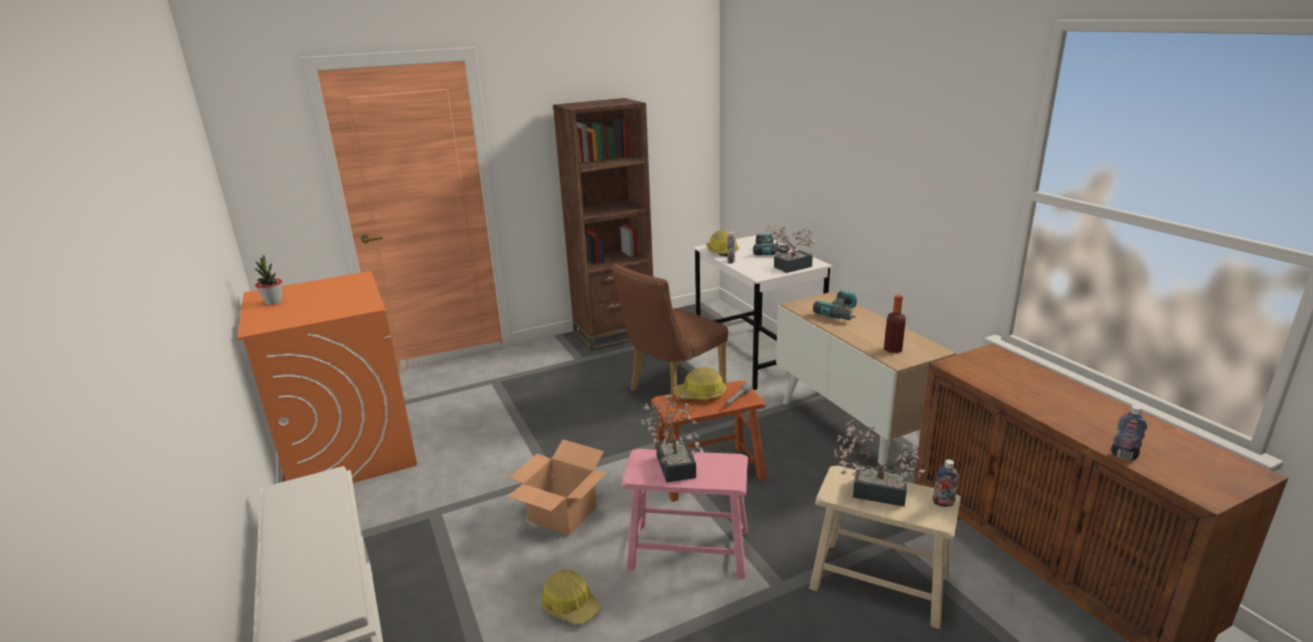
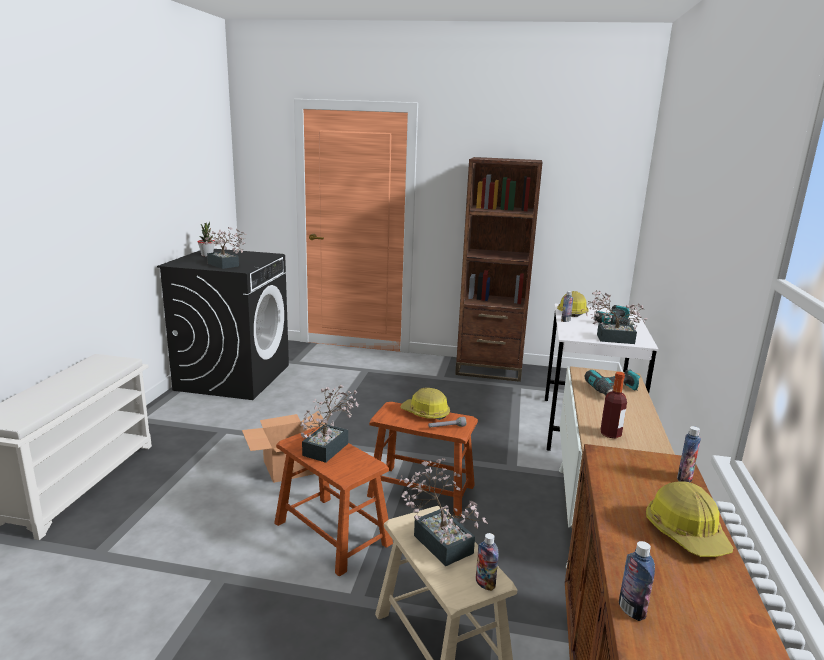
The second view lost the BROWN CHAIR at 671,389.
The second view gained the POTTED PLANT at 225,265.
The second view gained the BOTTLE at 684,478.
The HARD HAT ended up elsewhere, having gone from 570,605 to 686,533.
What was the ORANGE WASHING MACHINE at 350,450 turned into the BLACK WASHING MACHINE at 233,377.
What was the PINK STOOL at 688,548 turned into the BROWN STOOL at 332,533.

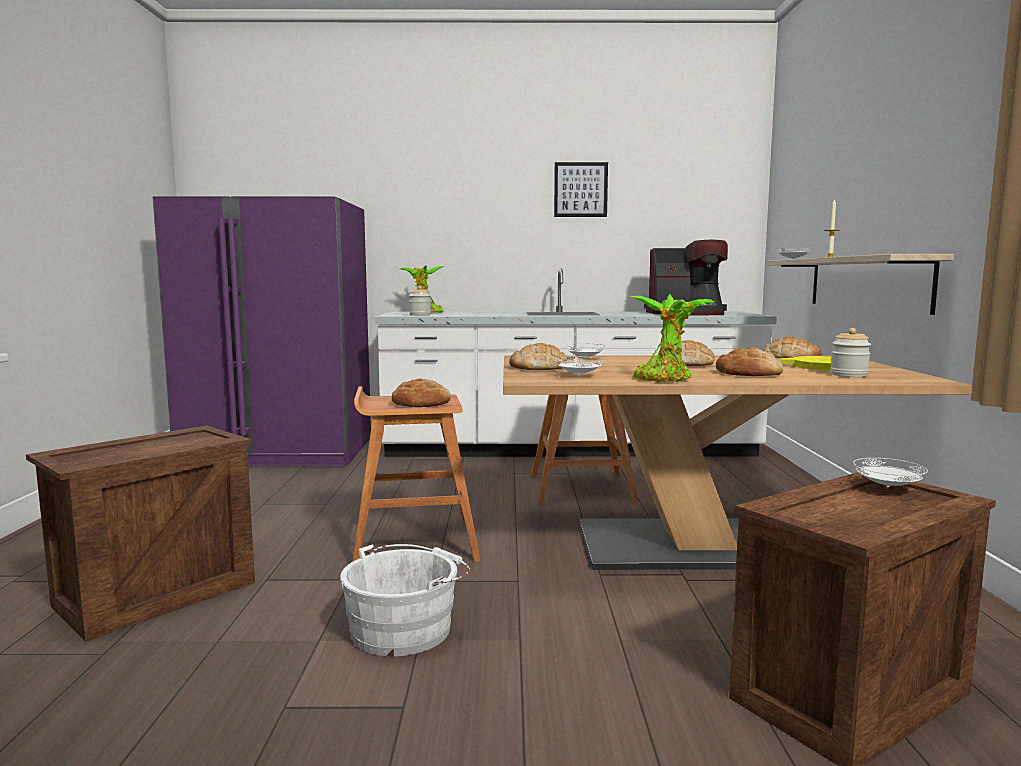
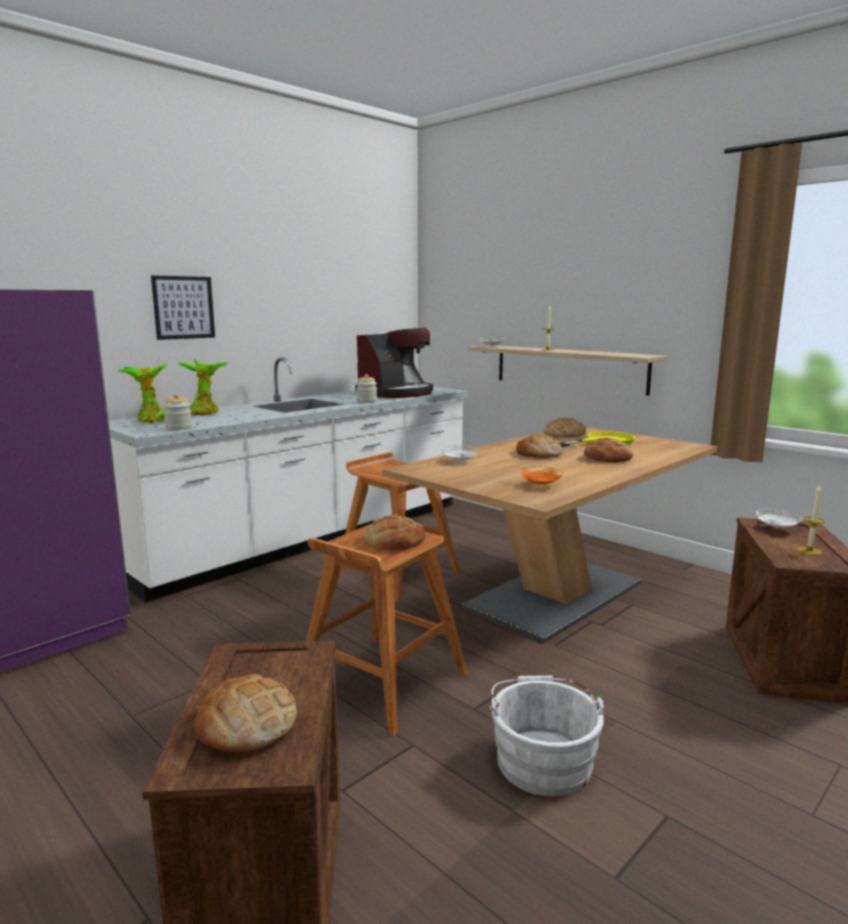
The second view gained the CANDLE at 809,551.
The BREAD ended up elsewhere, having gone from 538,367 to 246,723.
The PICTURE ended up elsewhere, having gone from 580,189 to 183,307.
The POTTED PLANT ended up elsewhere, having gone from 665,379 to 203,413.
The JAR ended up elsewhere, having gone from 849,375 to 366,401.
What was the WHITE PLATE at 578,375 turned into the ORANGE PLATE at 540,485.

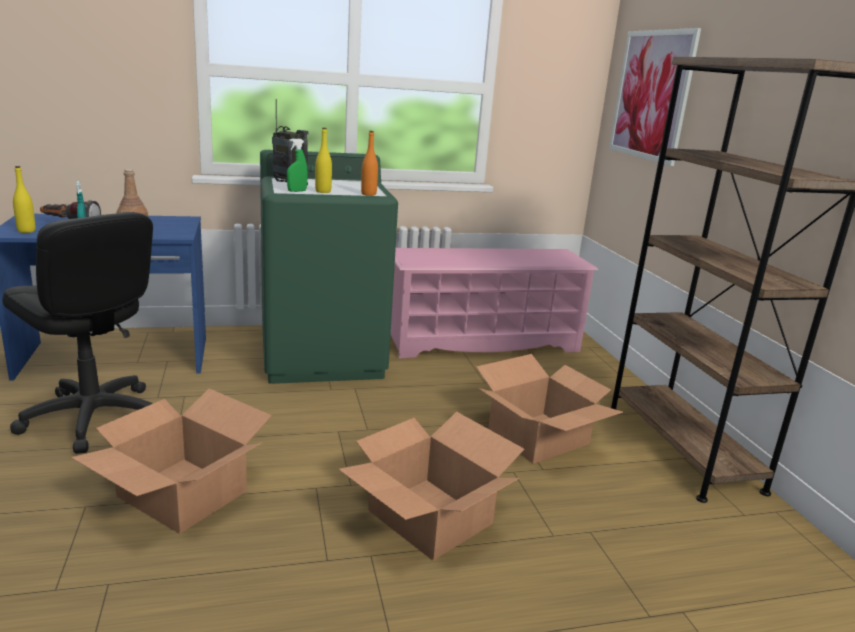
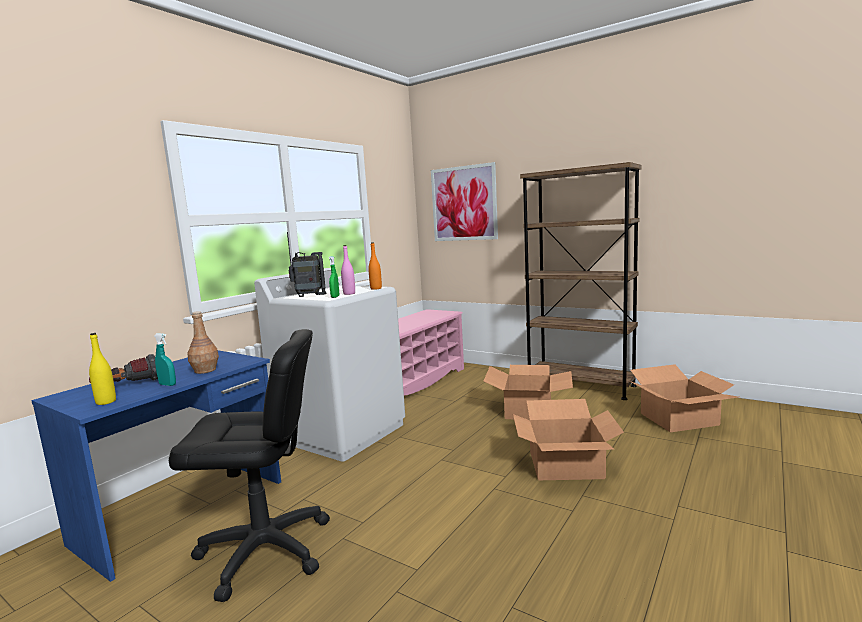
The CARDBOARD BOX ended up elsewhere, having gone from 181,494 to 679,419.
What was the GREEN WASHING MACHINE at 323,356 turned into the WHITE WASHING MACHINE at 342,432.
What was the YELLOW BOTTLE at 323,191 turned into the PINK BOTTLE at 349,293.

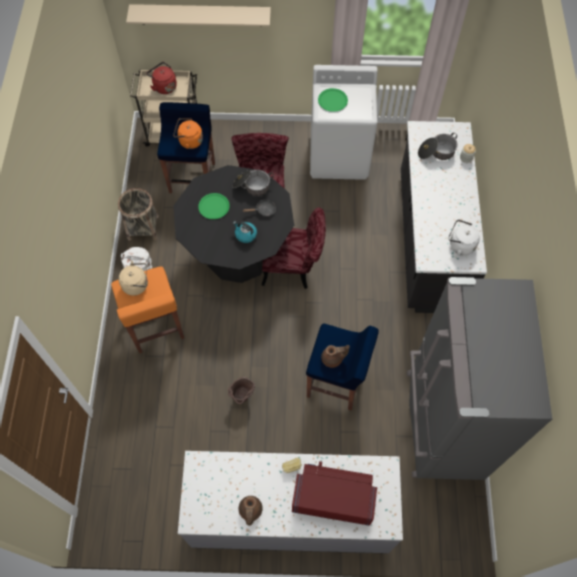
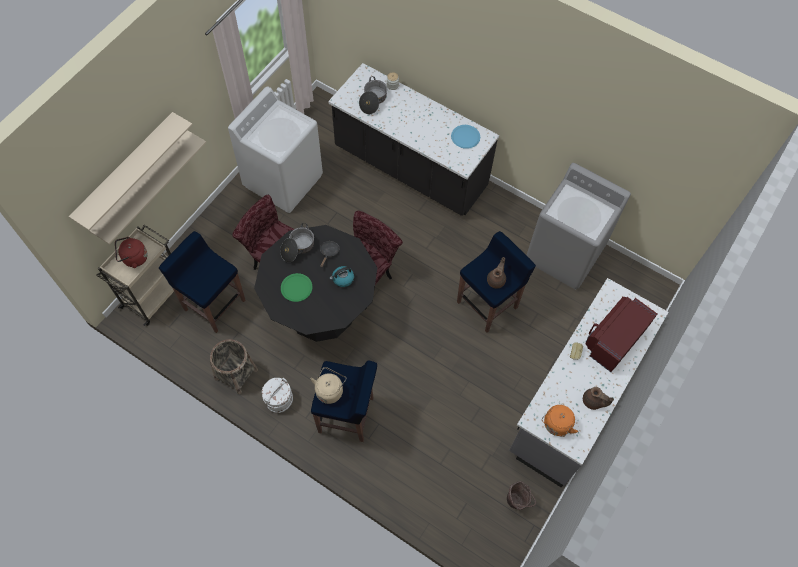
The second view lost the GREEN PLATE at 332,100.
The second view gained the BEIGE SHELF at 143,185.
The ORANGE KETTLE ended up elsewhere, having gone from 189,141 to 556,425.
The BROWN BUCKET ended up elsewhere, having gone from 242,398 to 517,501.
Where the GREY FRIDGE stood at 441,424, the GREY WASHING MACHINE came to stand at 565,254.
Where the WHITE KETTLE stood at 460,245, the BLUE PLATE came to stand at 465,137.
What was the ORANGE STOOL at 156,327 turned into the BLUE STOOL at 347,415.

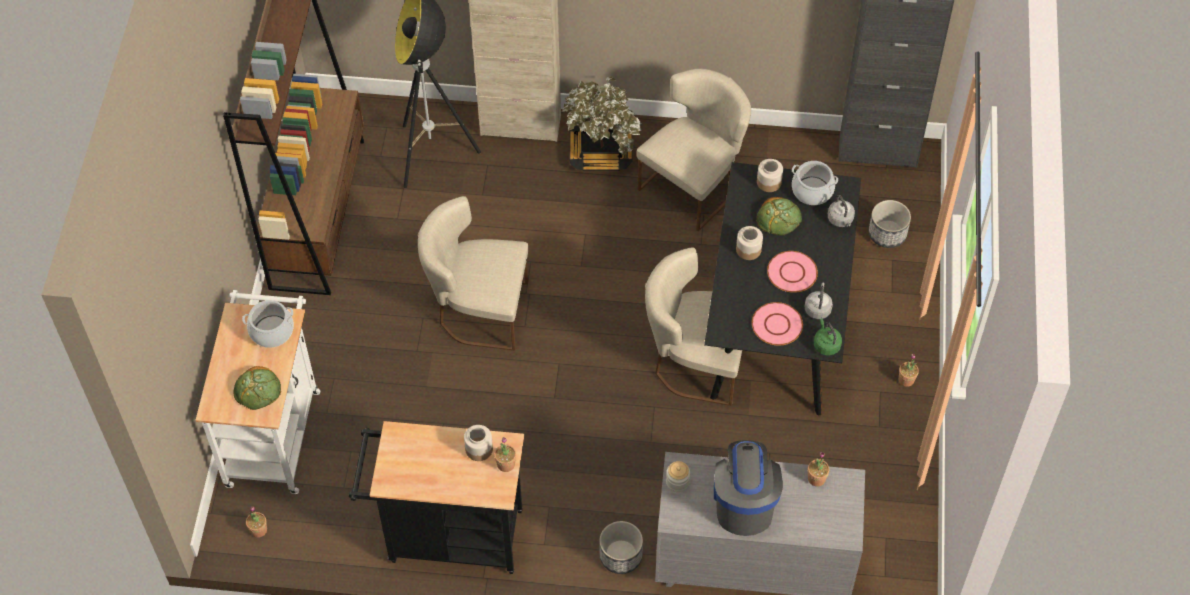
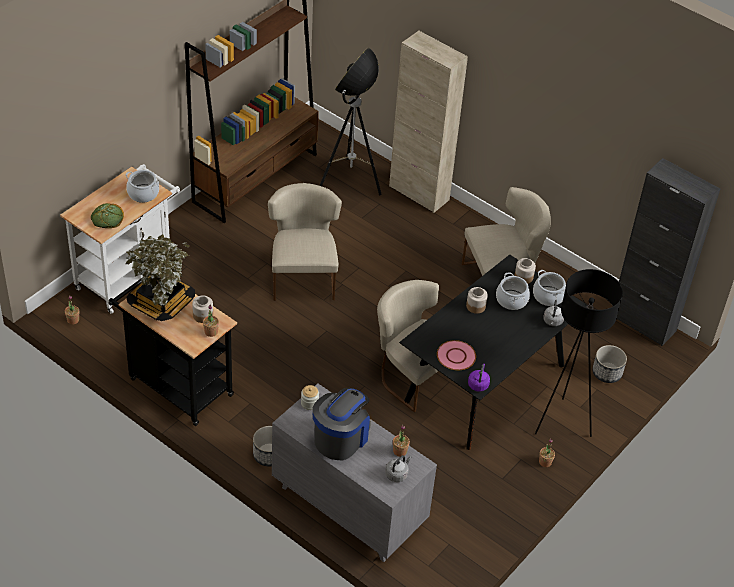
The second view lost the PINK PLATE at 791,272.
The second view gained the BLACK FLOOR LAMP at 562,423.
The POTTED PLANT ended up elsewhere, having gone from 601,151 to 161,302.
The GREY KETTLE ended up elsewhere, having gone from 817,308 to 397,474.
Where the BREAD stood at 779,219, the COOKING POT came to stand at 511,300.
What was the GREEN KETTLE at 826,344 turned into the PURPLE KETTLE at 478,384.
The BEIGE CHAIR at 478,311 ended up facing another way, 45 degrees clockwise from before.

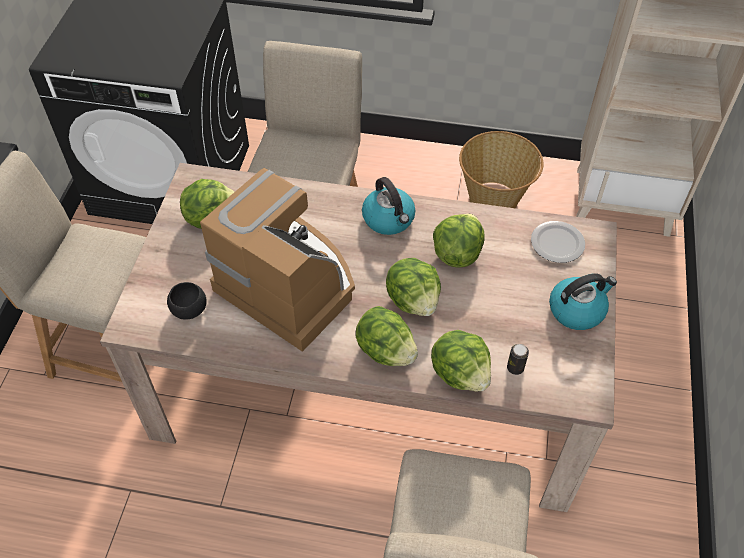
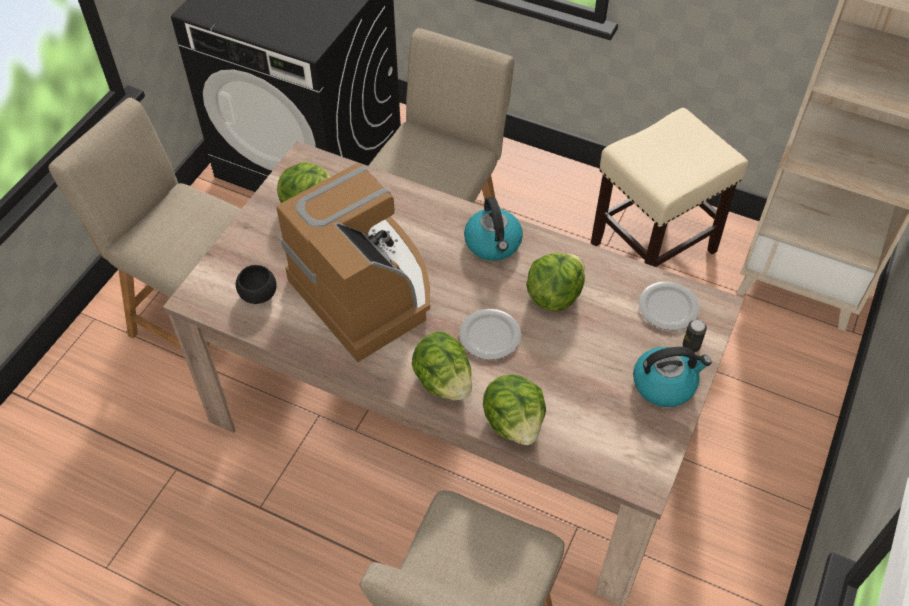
The CAN ended up elsewhere, having gone from 515,368 to 691,346.
Where the LETTUCE stood at 413,300, the PLATE came to stand at 490,335.
Where the BASKET stood at 494,200, the BEIGE STOOL came to stand at 652,248.

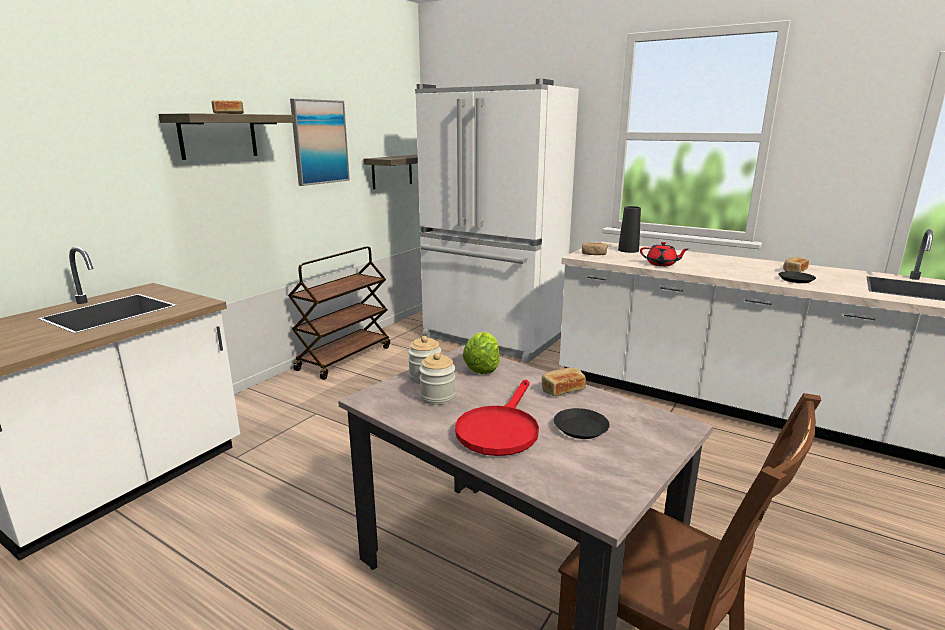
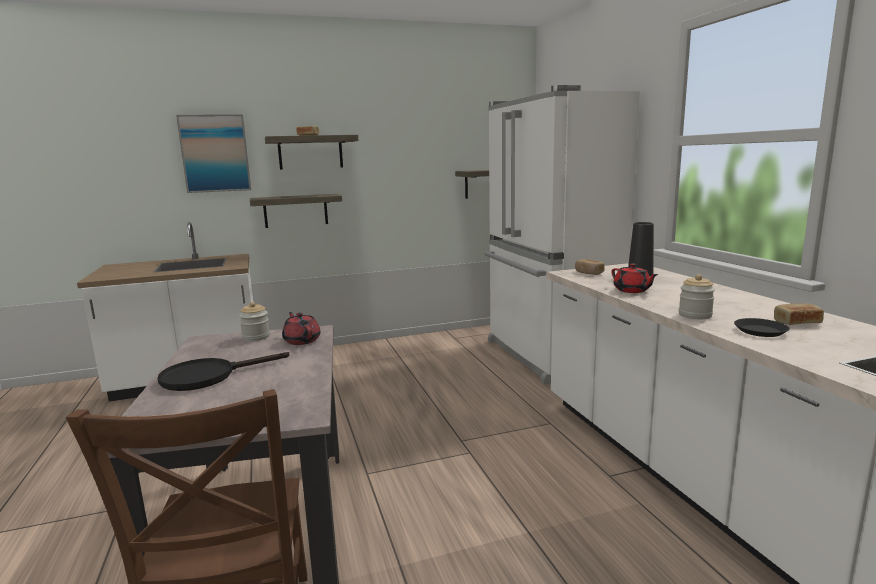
The second view lost the BROWN CART at 344,358.
The second view lost the BREAD at 562,390.
The second view lost the BLACK PLATE at 581,428.
The second view gained the SHELF at 295,210.
The PICTURE ended up elsewhere, having gone from 320,142 to 215,153.
The JAR ended up elsewhere, having gone from 437,397 to 695,315.
Where the LETTUCE stood at 482,367, the RED TEAPOT came to stand at 302,340.
What was the RED FRYING PAN at 500,429 turned into the BLACK FRYING PAN at 208,376.

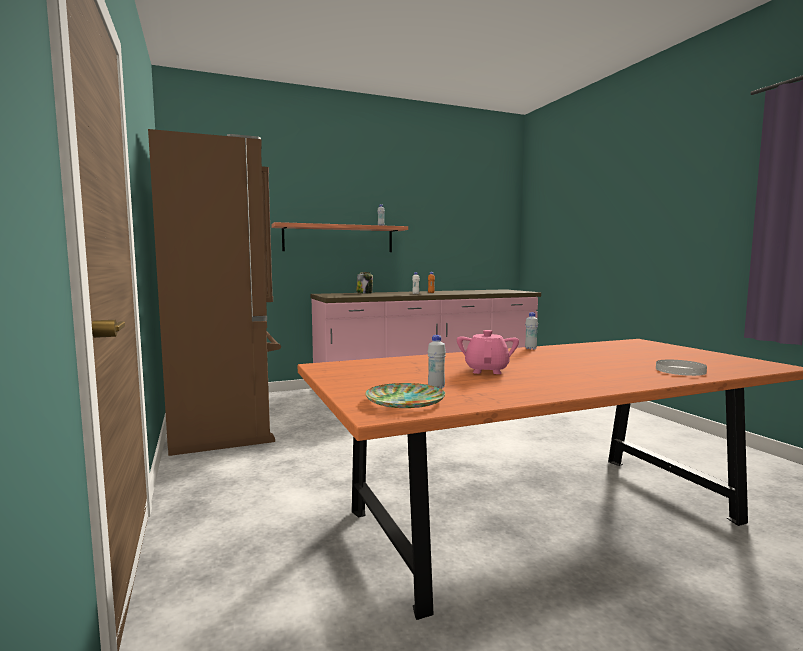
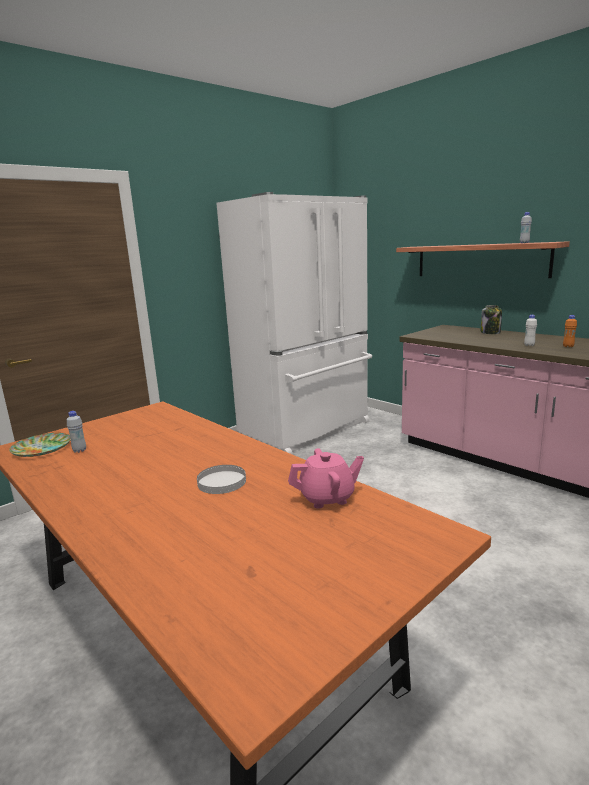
The second view lost the WHITE BOTTLE at 530,349.
The PINK TEAPOT ended up elsewhere, having gone from 487,370 to 327,498.
The WHITE PLATE ended up elsewhere, having gone from 680,370 to 222,481.
What was the BROWN FRIDGE at 224,425 turned into the WHITE FRIDGE at 307,430.

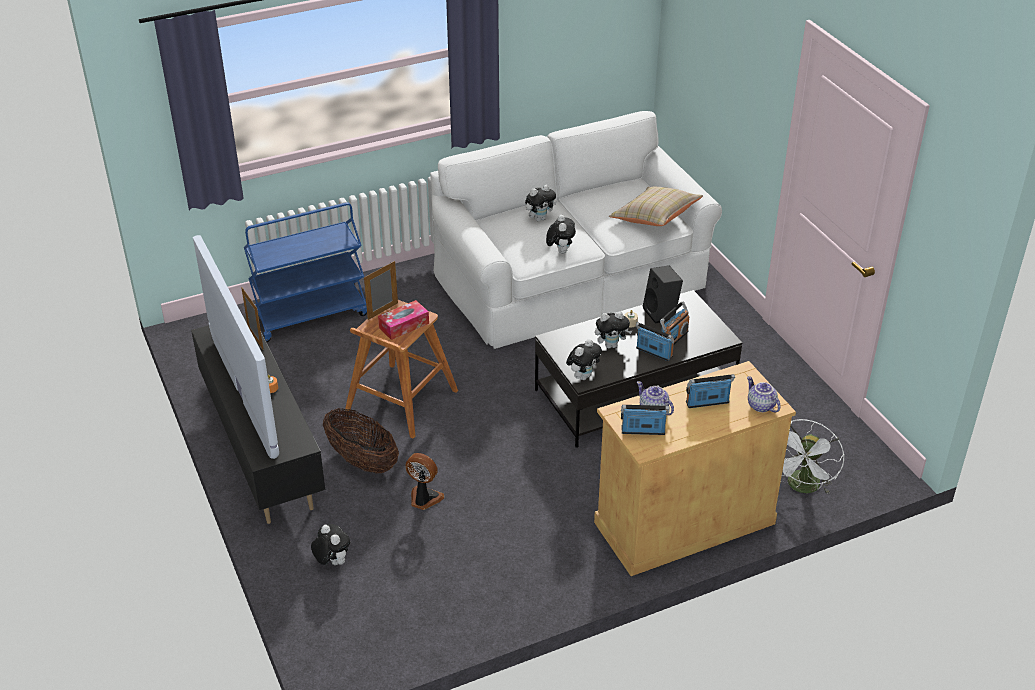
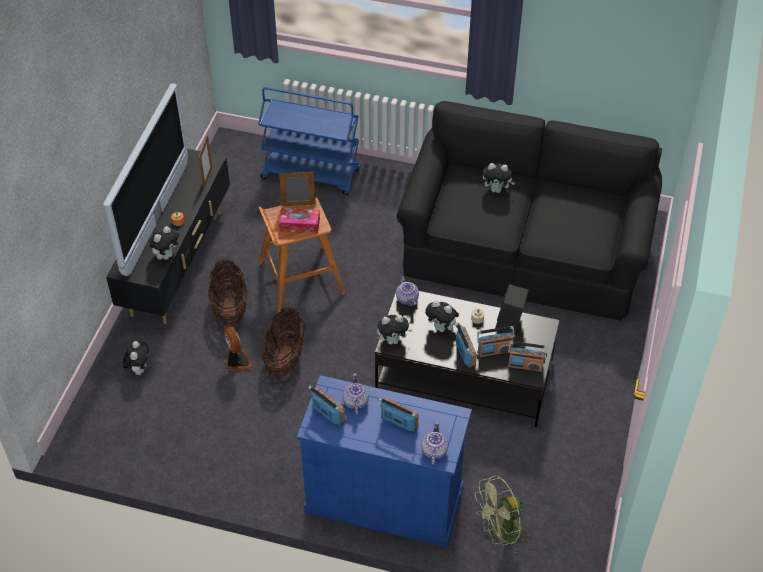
The second view lost the BEIGE PILLOW at 655,218.
The second view gained the BASKET at 285,357.
The second view gained the TEAPOT at 408,299.
The second view gained the RADIO at 525,366.
The PLUSH TOY ended up elsewhere, having gone from 560,251 to 166,255.
What was the WHITE SOFA at 572,279 turned into the BLACK SOFA at 525,251.
What was the BEIGE CABINET at 684,522 turned into the BLUE CABINET at 384,499.
What was the WHITE FAN at 802,488 turned into the GREEN FAN at 501,534.

